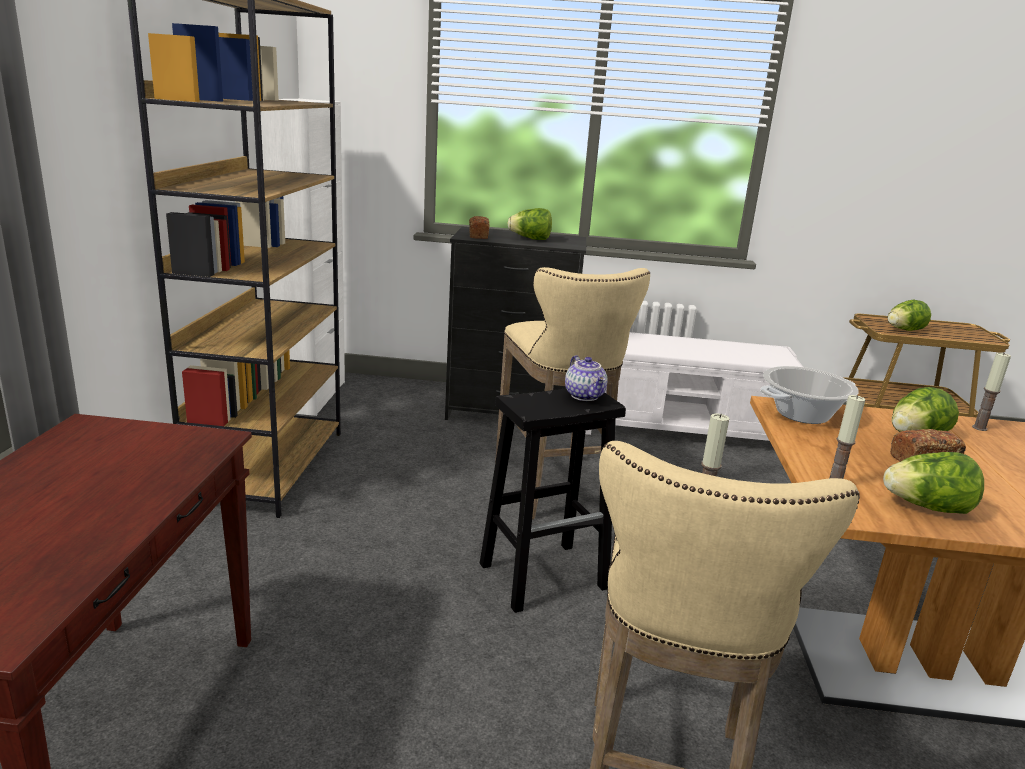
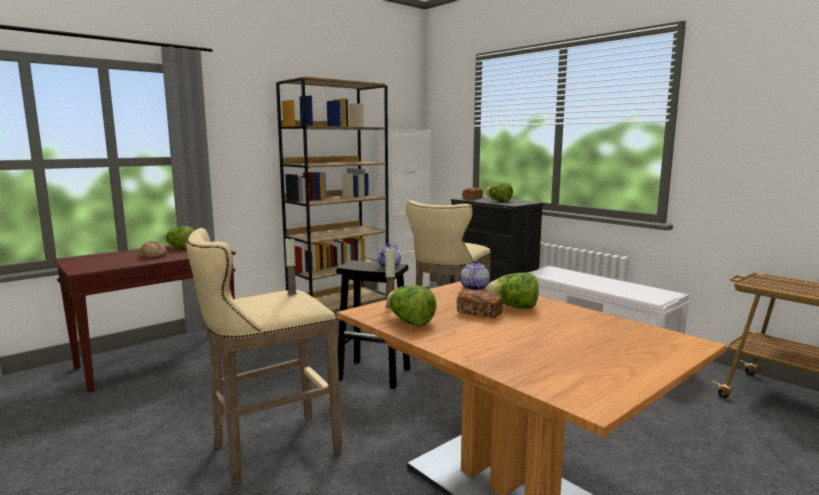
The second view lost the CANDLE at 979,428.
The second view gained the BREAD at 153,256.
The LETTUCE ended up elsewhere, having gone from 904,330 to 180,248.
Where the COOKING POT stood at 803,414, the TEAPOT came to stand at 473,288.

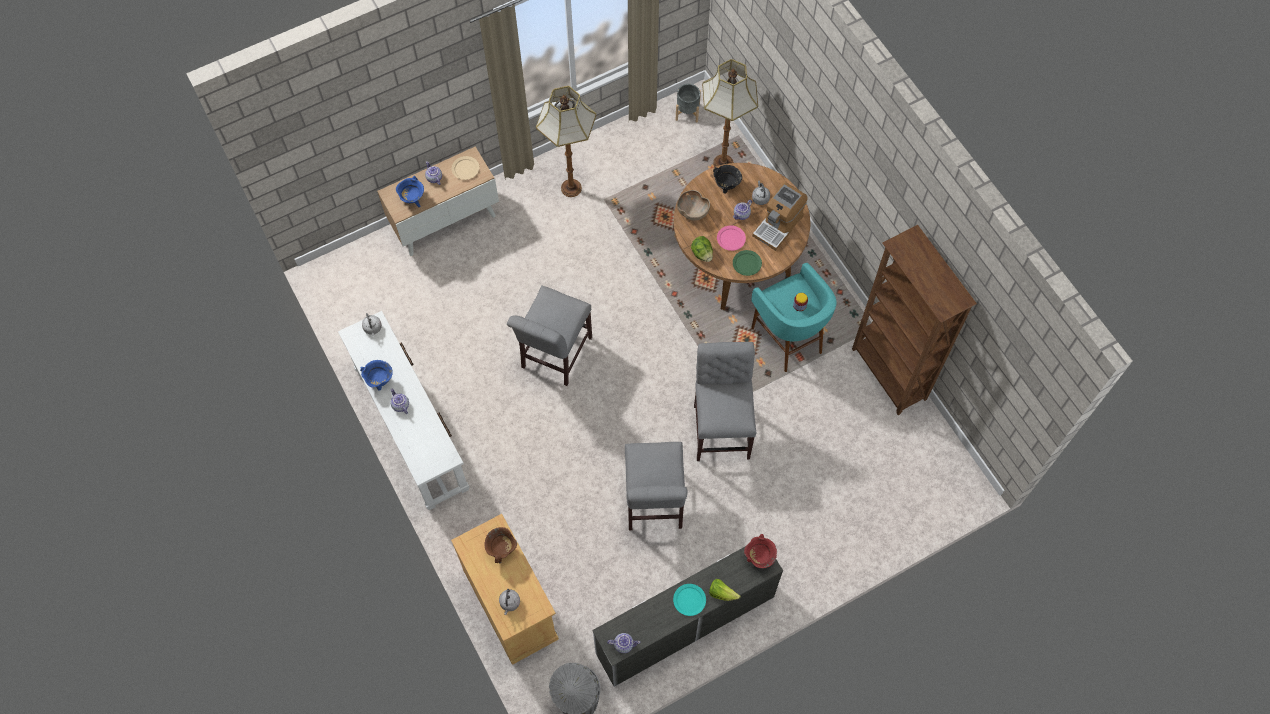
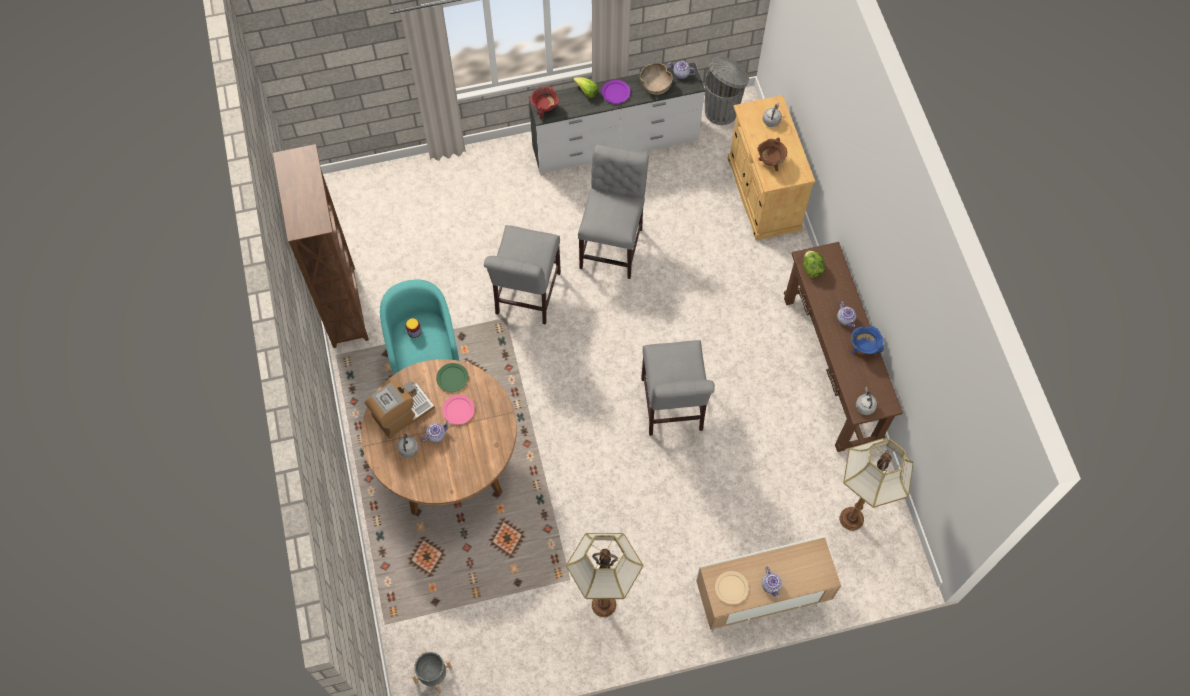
The second view lost the BLUE COOKING POT at 412,200.
The second view lost the BLACK COOKING POT at 726,186.
The BROWN BOWL ended up elsewhere, having gone from 692,211 to 656,85.
The LETTUCE ended up elsewhere, having gone from 702,254 to 812,268.
The FLOOR LAMP ended up elsewhere, having gone from 722,163 to 852,519.
What was the WHITE CONSOLE TABLE at 412,430 turned into the BROWN CONSOLE TABLE at 830,368.
What was the TURQUOISE PLATE at 689,600 turned into the PURPLE PLATE at 615,92.
The GREY CHAIR at 554,355 ended up facing another way, 135 degrees clockwise from before.

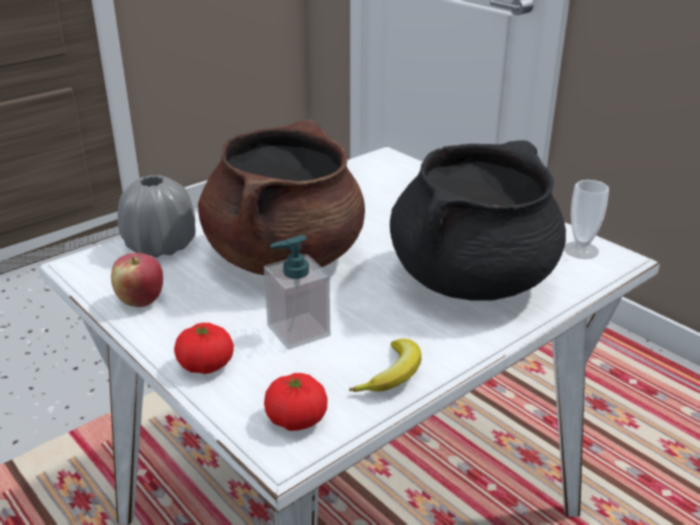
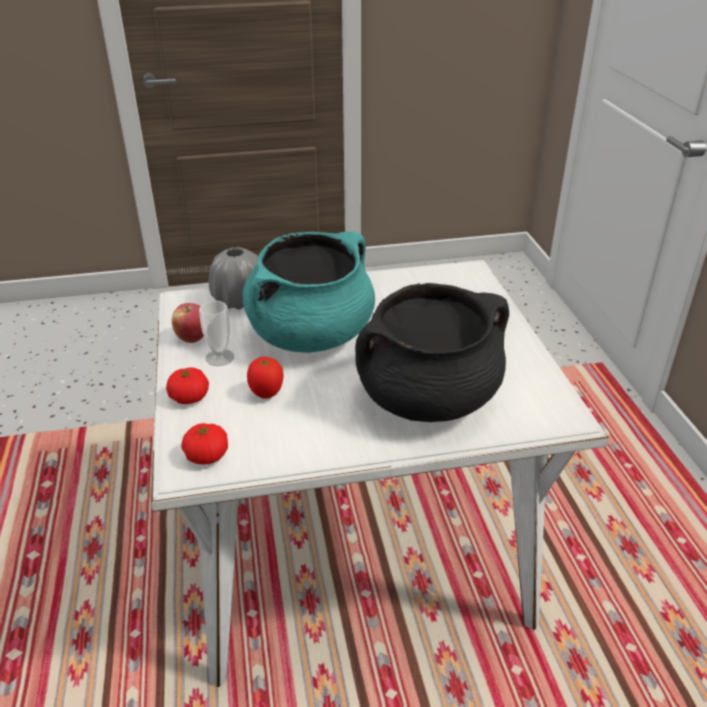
The second view lost the BANANA at 392,375.
The CUP ended up elsewhere, having gone from 581,250 to 219,357.
Where the SOAP DISPENSER stood at 298,331, the TOMATO came to stand at 266,394.
What was the BROWN COOKING POT at 285,257 turned into the TURQUOISE COOKING POT at 311,335.

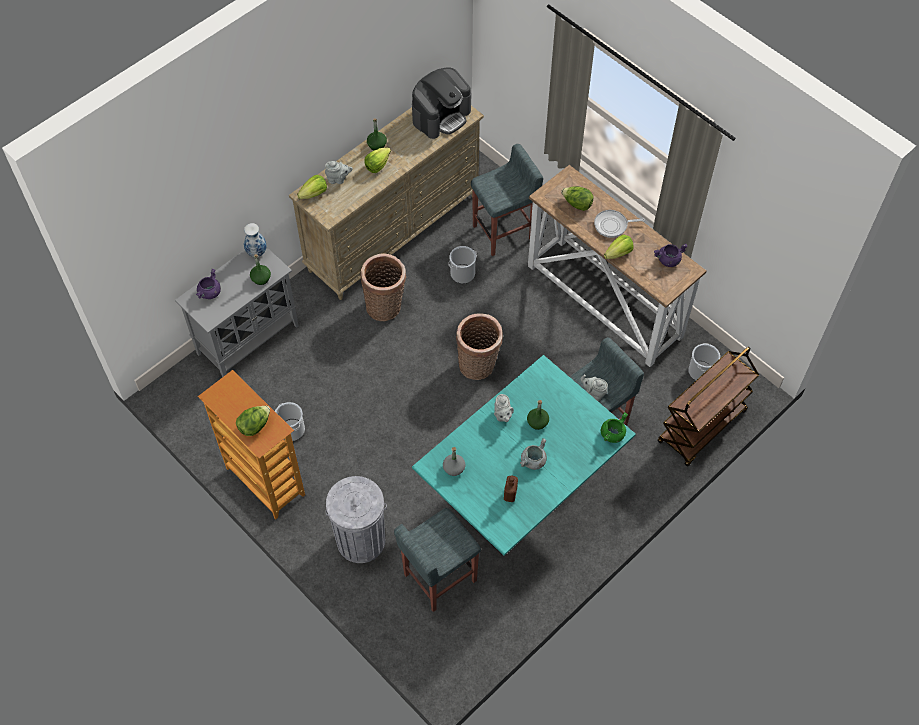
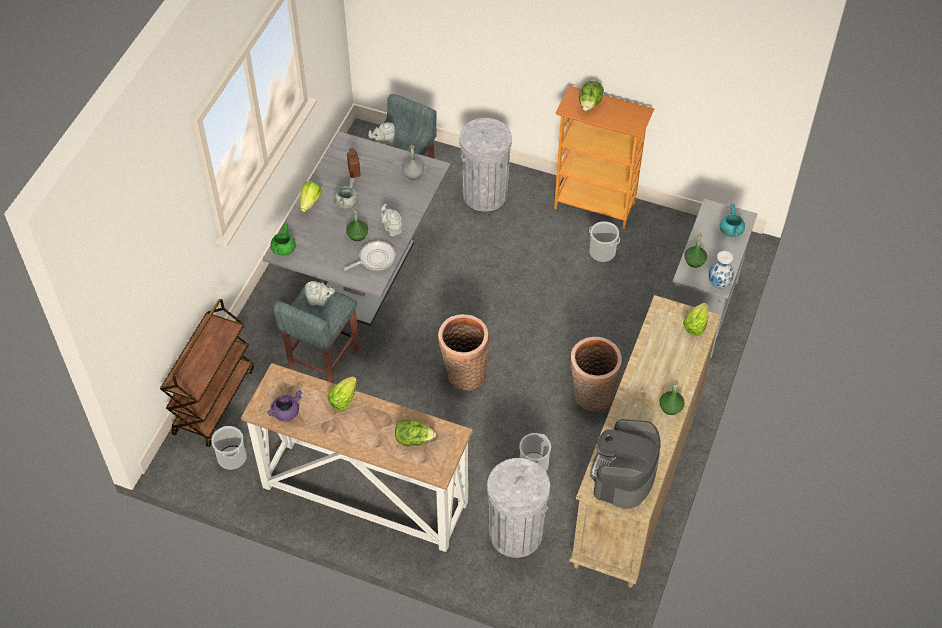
The GREY TEAPOT ended up elsewhere, having gone from 338,179 to 383,143.
The LETTUCE ended up elsewhere, having gone from 377,165 to 310,202.
The FRYING PAN ended up elsewhere, having gone from 613,225 to 375,259.
Where the GREY STOOL stood at 504,232, the GREY TRASH CAN came to stand at 515,533.
What was the PURPLE COOKING POT at 210,293 turned into the TURQUOISE COOKING POT at 731,230.
What was the TURQUOISE DINING TABLE at 520,497 turned into the GREY DINING TABLE at 365,275.

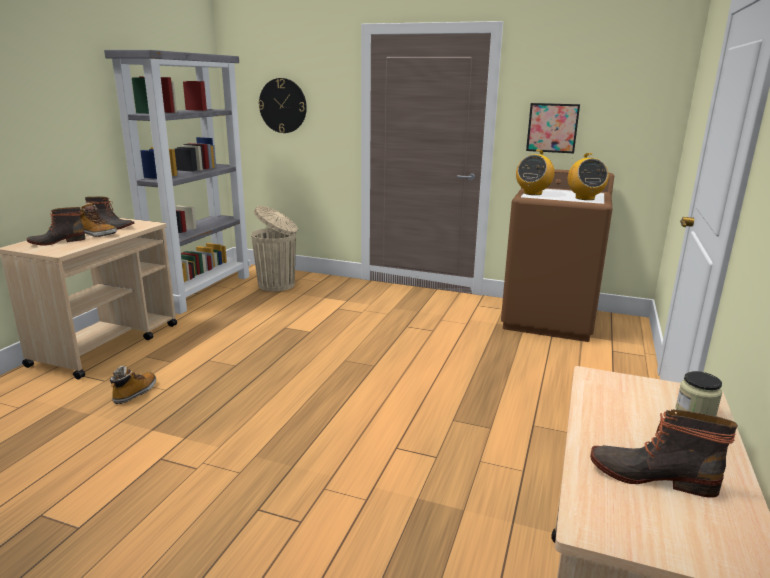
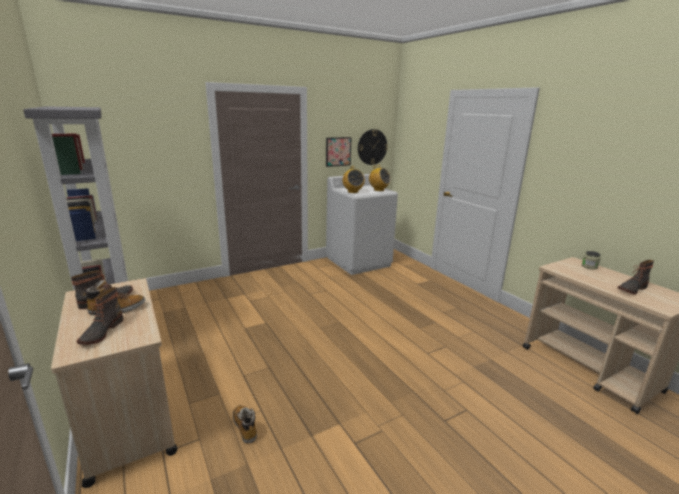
The second view lost the BEIGE TRASH CAN at 277,285.
The WALL CLOCK ended up elsewhere, having gone from 283,105 to 372,147.
What was the BROWN WASHING MACHINE at 549,319 turned into the WHITE WASHING MACHINE at 359,262.

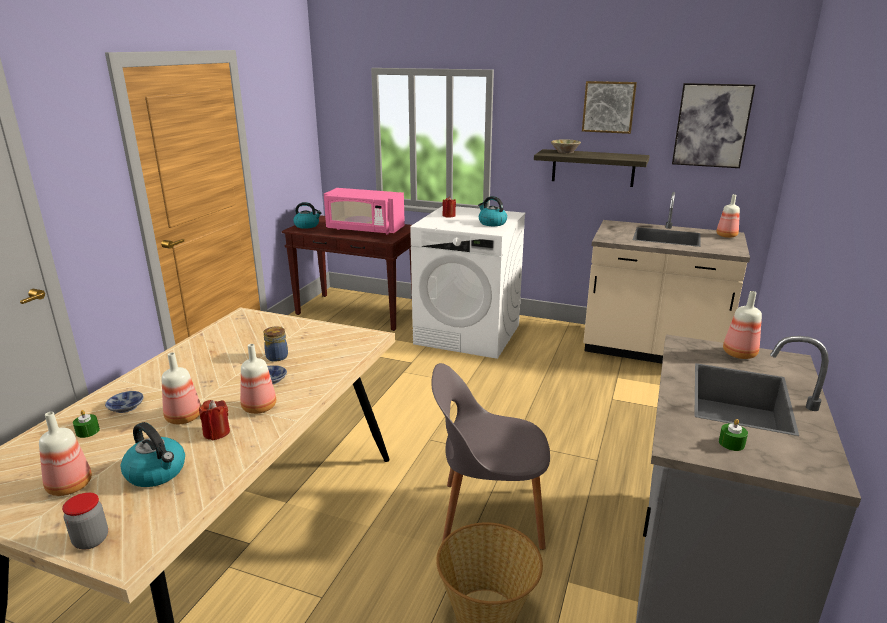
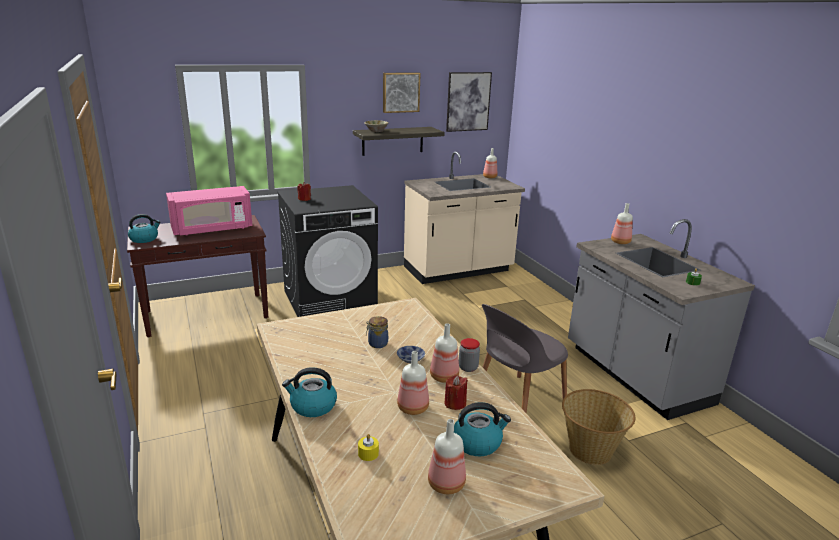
The second view lost the BOWL at 126,407.
The JAR ended up elsewhere, having gone from 91,540 to 468,367.
The KETTLE ended up elsewhere, having gone from 492,223 to 312,406.
What was the GREEN CANDLE at 87,431 turned into the YELLOW CANDLE at 368,453.
What was the WHITE WASHING MACHINE at 468,334 turned into the BLACK WASHING MACHINE at 330,300.

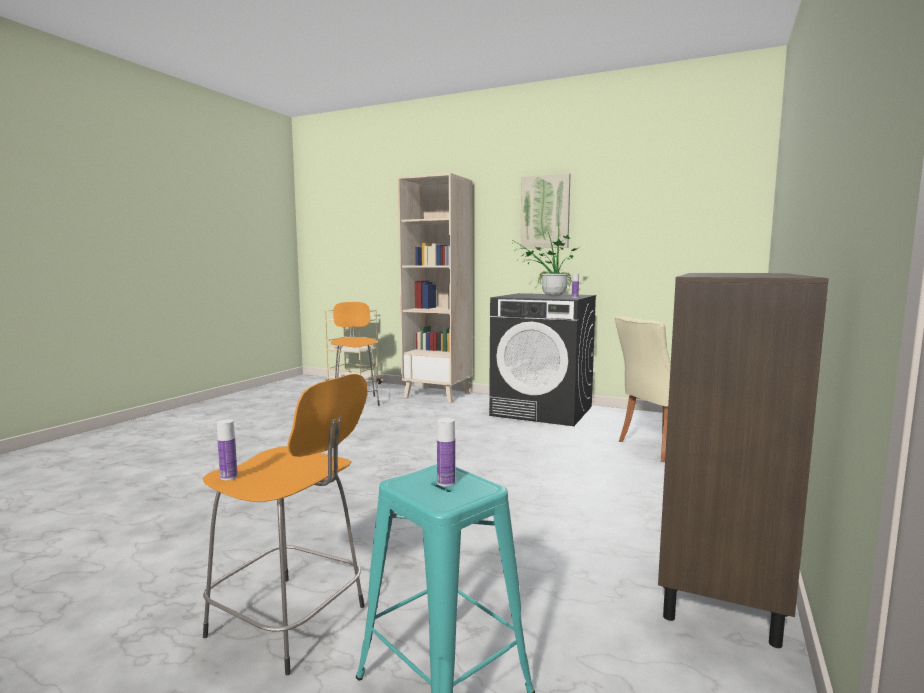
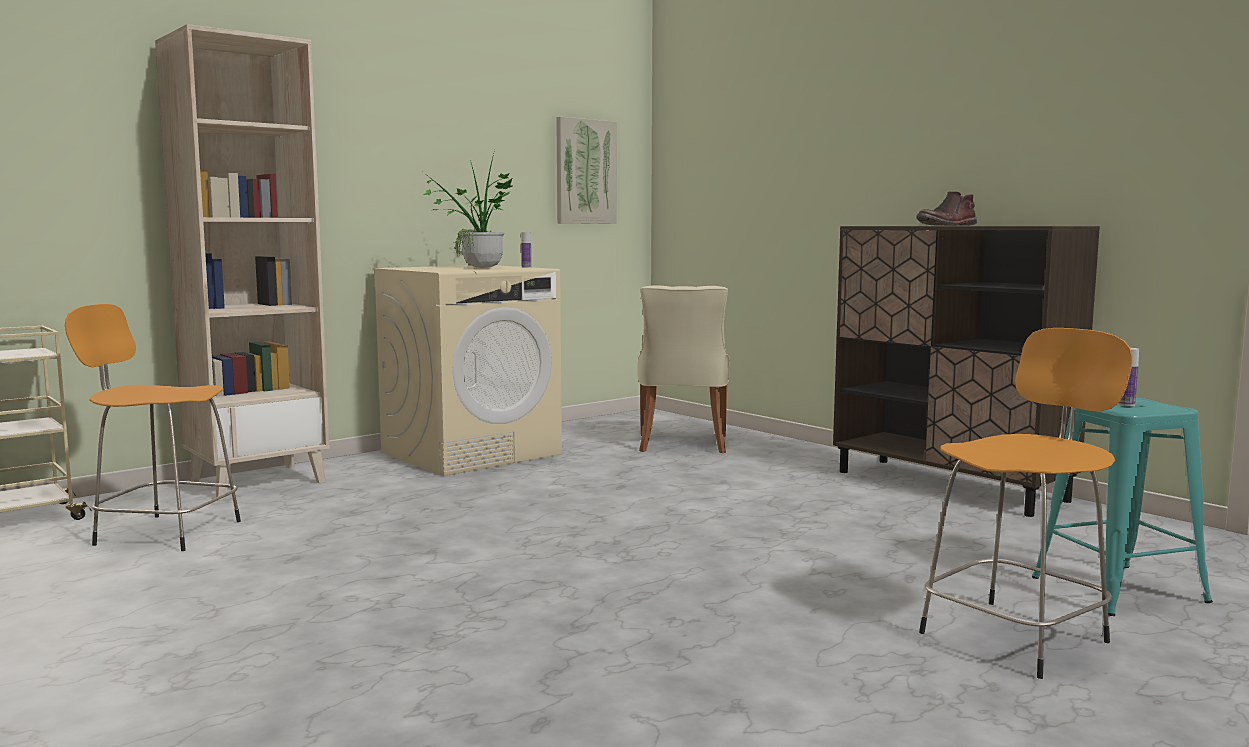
The second view lost the BOTTLE at 228,477.
The second view gained the BROWN BOOT at 947,225.
The PICTURE ended up elsewhere, having gone from 545,212 to 585,172.
What was the BLACK WASHING MACHINE at 543,411 turned into the BEIGE WASHING MACHINE at 471,453.

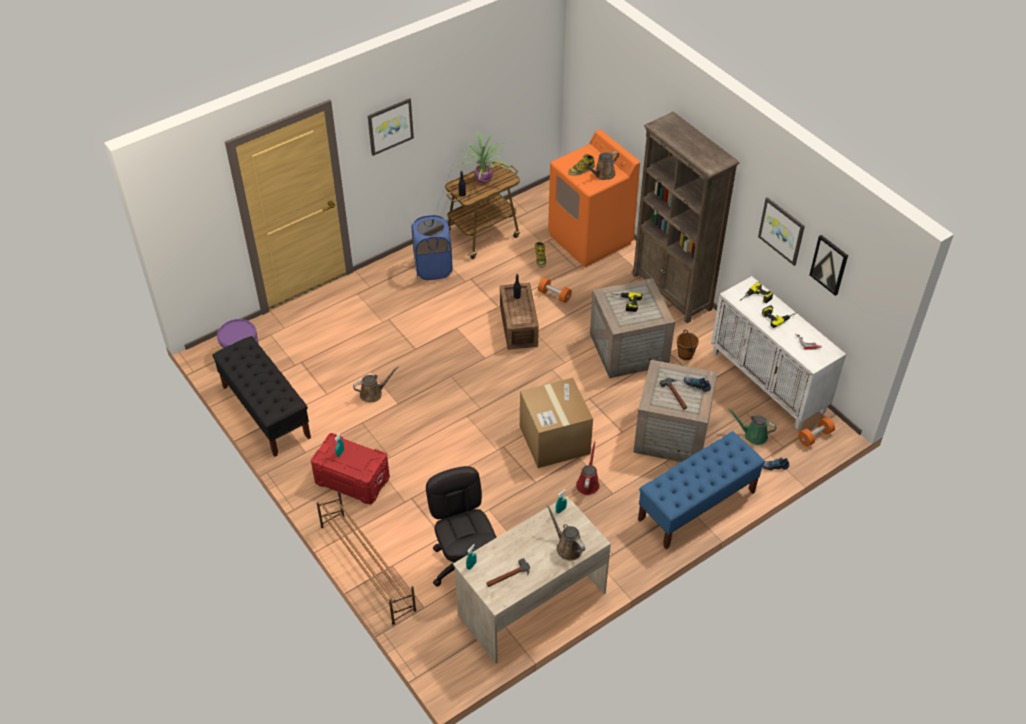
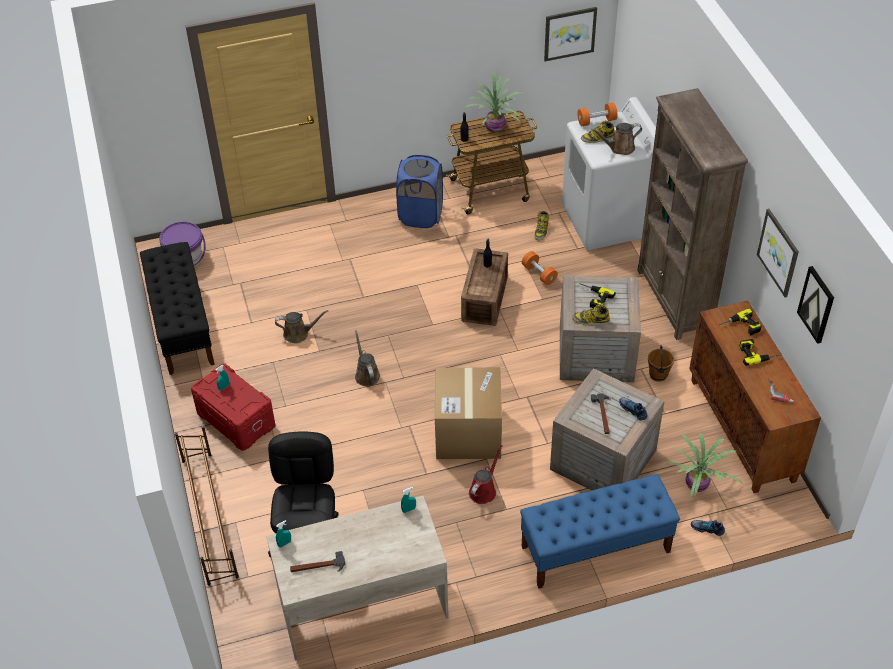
The second view gained the BOOT at 590,320.
The PICTURE ended up elsewhere, having gone from 390,126 to 569,33.
The BROWN WATERING CAN ended up elsewhere, having gone from 567,547 to 366,374.
The ORANGE DUMBBELL ended up elsewhere, having gone from 815,436 to 596,121.
Where the GREEN WATERING CAN stood at 753,435, the POTTED PLANT came to stand at 697,486.
What was the ORANGE WASHING MACHINE at 590,239 turned into the WHITE WASHING MACHINE at 607,221.
What was the WHITE CABINET at 769,382 turned into the BROWN CABINET at 743,430.

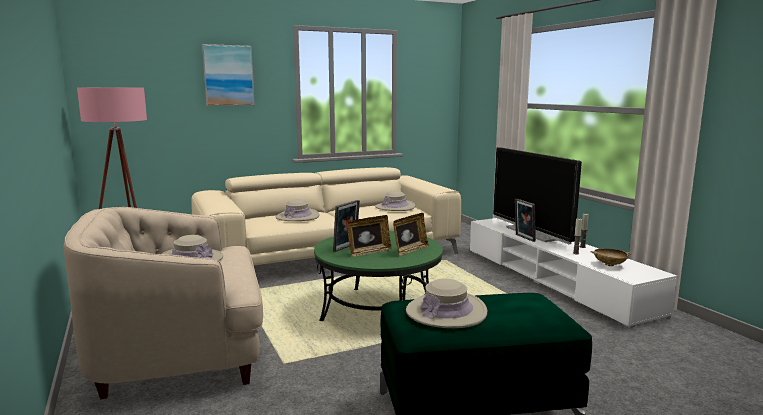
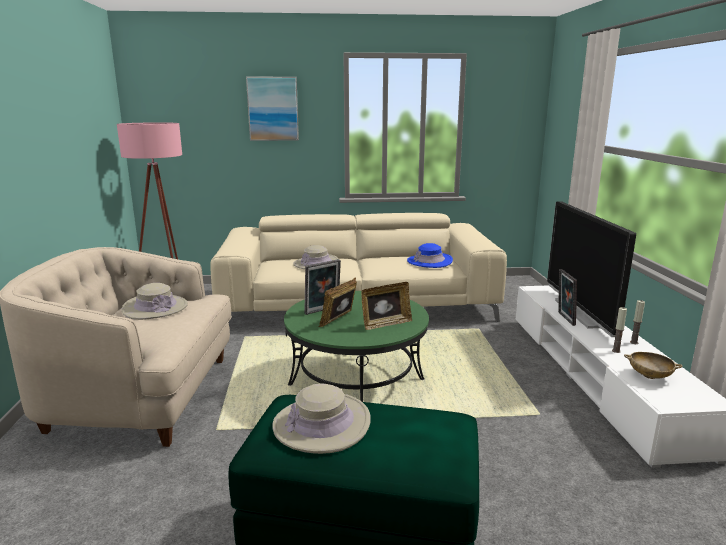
What was the BEIGE HAT at 395,207 turned into the BLUE HAT at 429,261.
The PICTURE FRAME at 369,252 ended up facing another way, 135 degrees clockwise from before.

